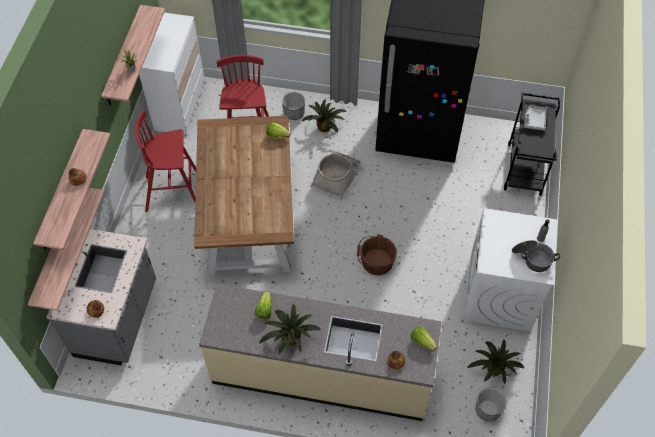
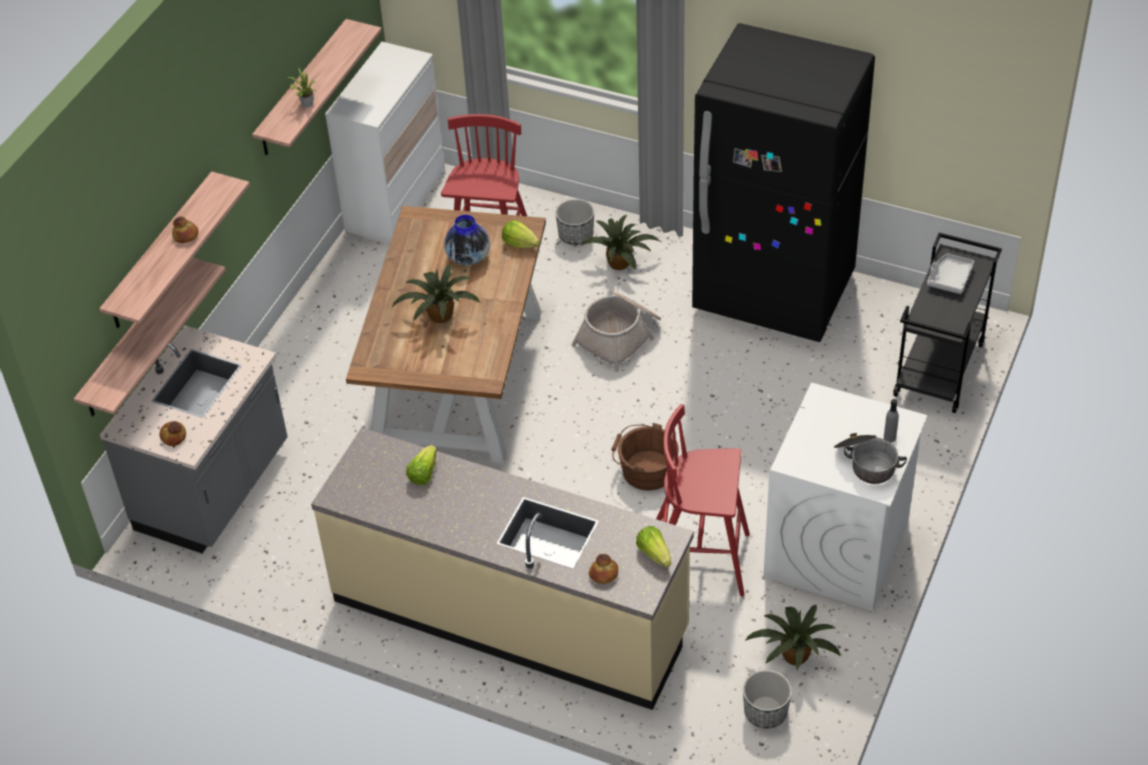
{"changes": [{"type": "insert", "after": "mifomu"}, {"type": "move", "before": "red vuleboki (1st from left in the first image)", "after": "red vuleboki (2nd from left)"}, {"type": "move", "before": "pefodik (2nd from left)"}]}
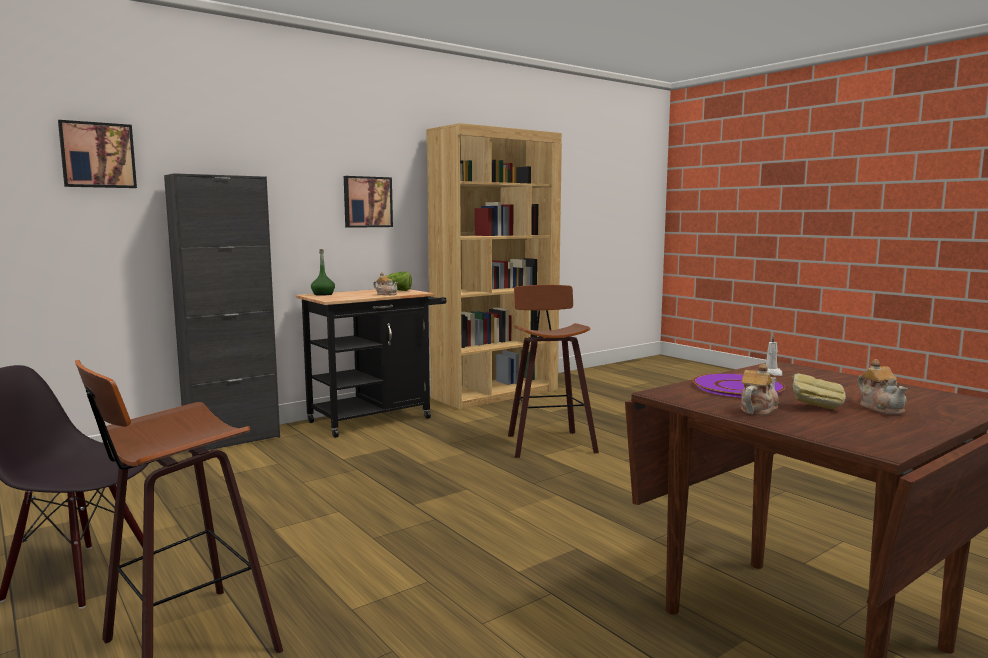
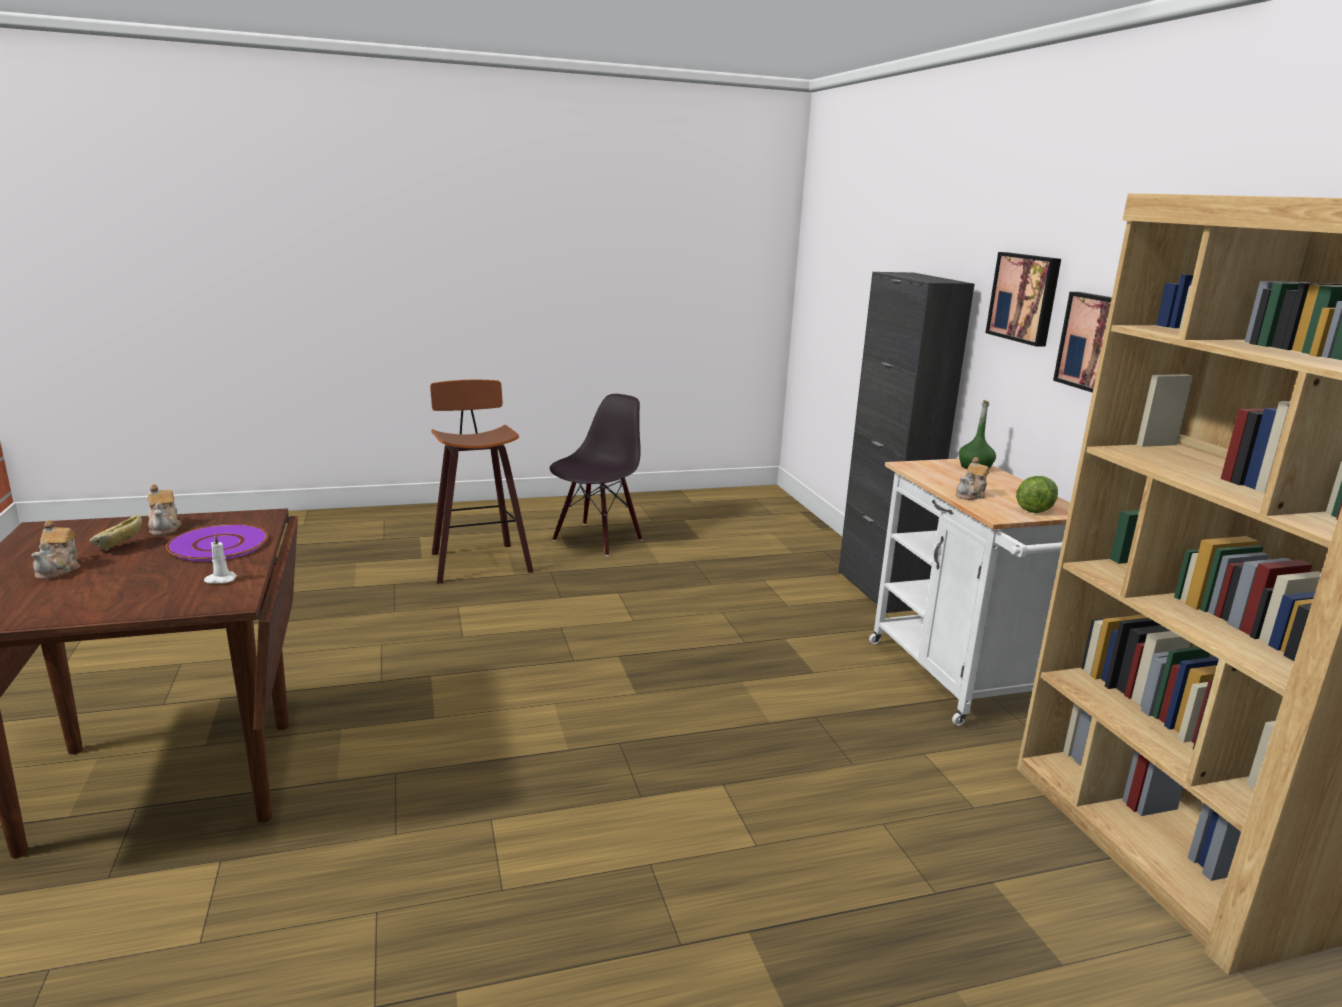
{"changes": [{"type": "delete", "before": "vuleboki (2nd from left)"}, {"type": "move", "before": "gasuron (1st from left)"}, {"type": "recolor", "before": "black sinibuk", "after": "white sinibuk"}, {"type": "rotate", "before": "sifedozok (3rd from left in the first image)", "turn": -105}]}
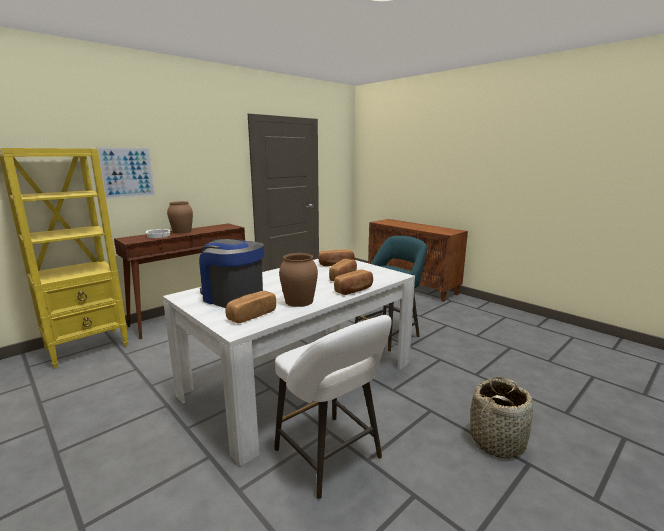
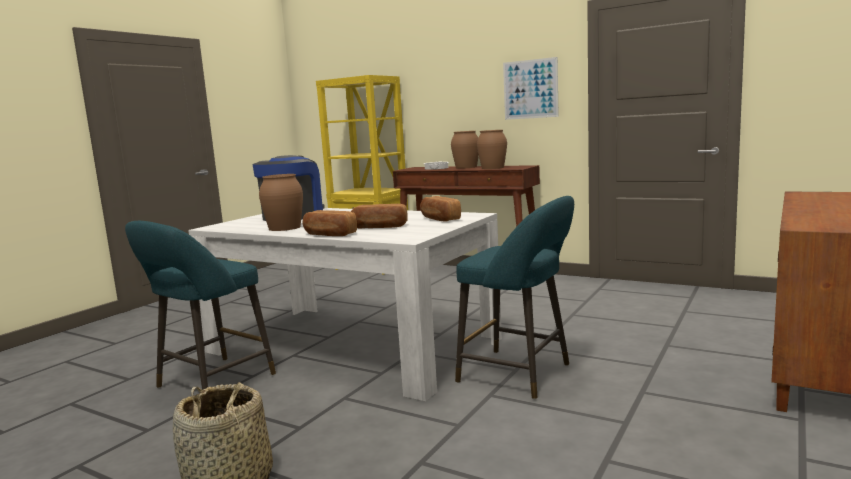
{"changes": [{"type": "delete", "before": "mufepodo (1st from left)"}, {"type": "insert", "after": "brown mifomu (3rd from left)"}, {"type": "move", "before": "gasuron"}, {"type": "recolor", "before": "white vuleboki", "after": "turquoise vuleboki (1st from left)"}]}
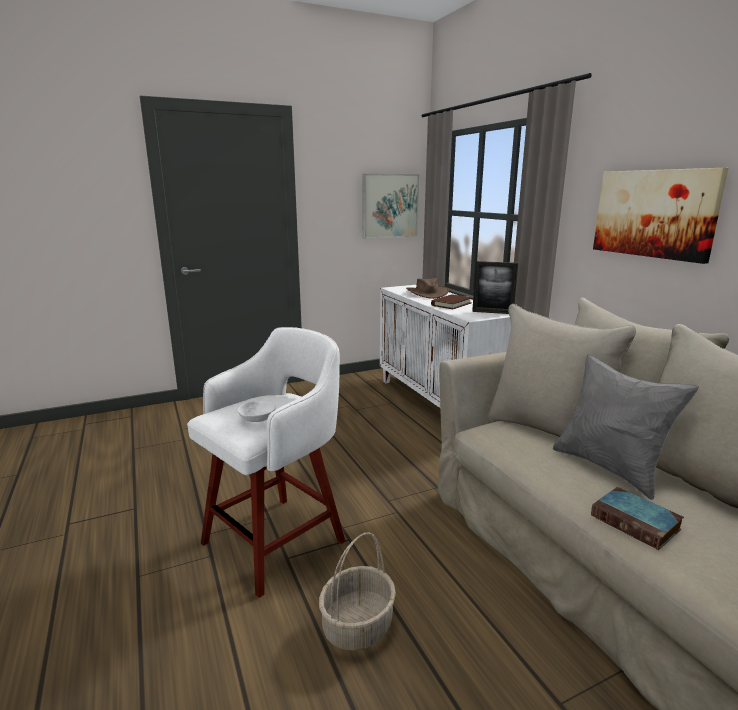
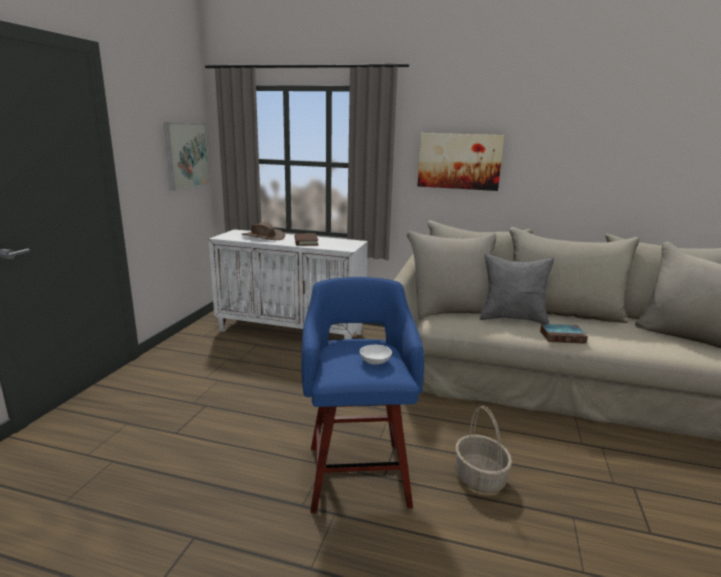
{"changes": [{"type": "delete", "before": "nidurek"}, {"type": "recolor", "before": "white vuleboki", "after": "blue vuleboki"}]}
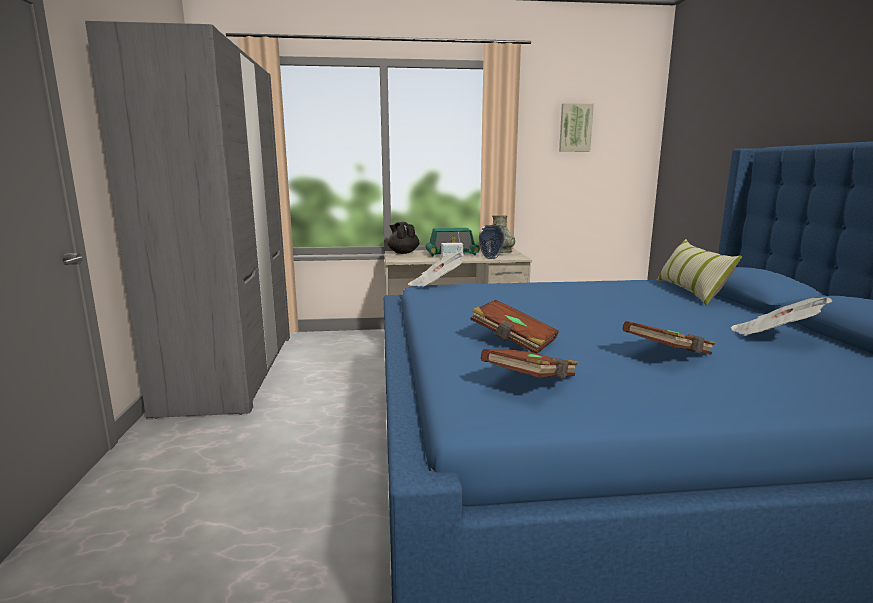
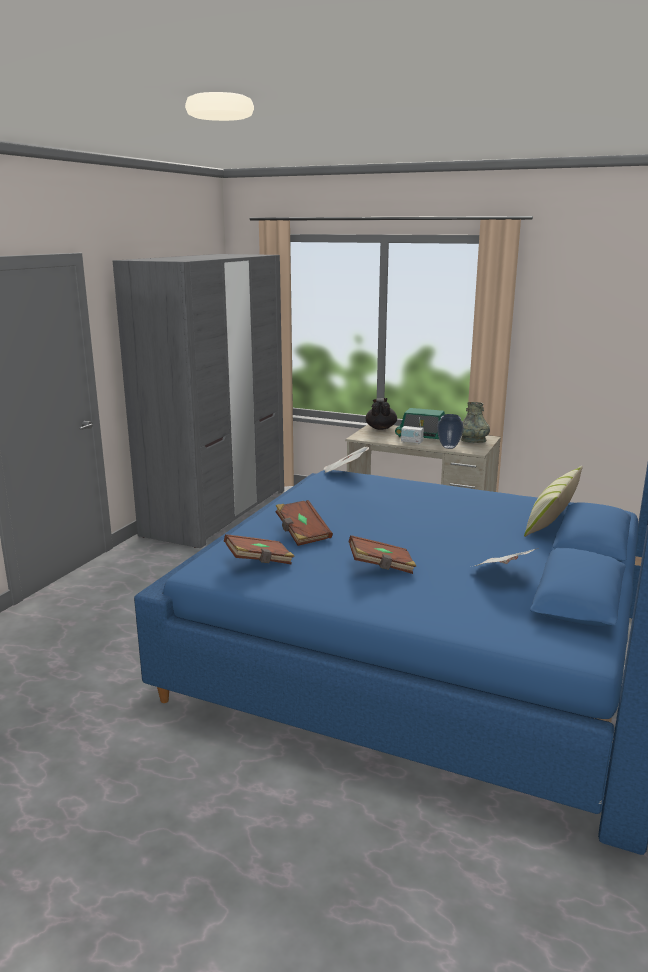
{"changes": [{"type": "delete", "before": "gasuron"}]}
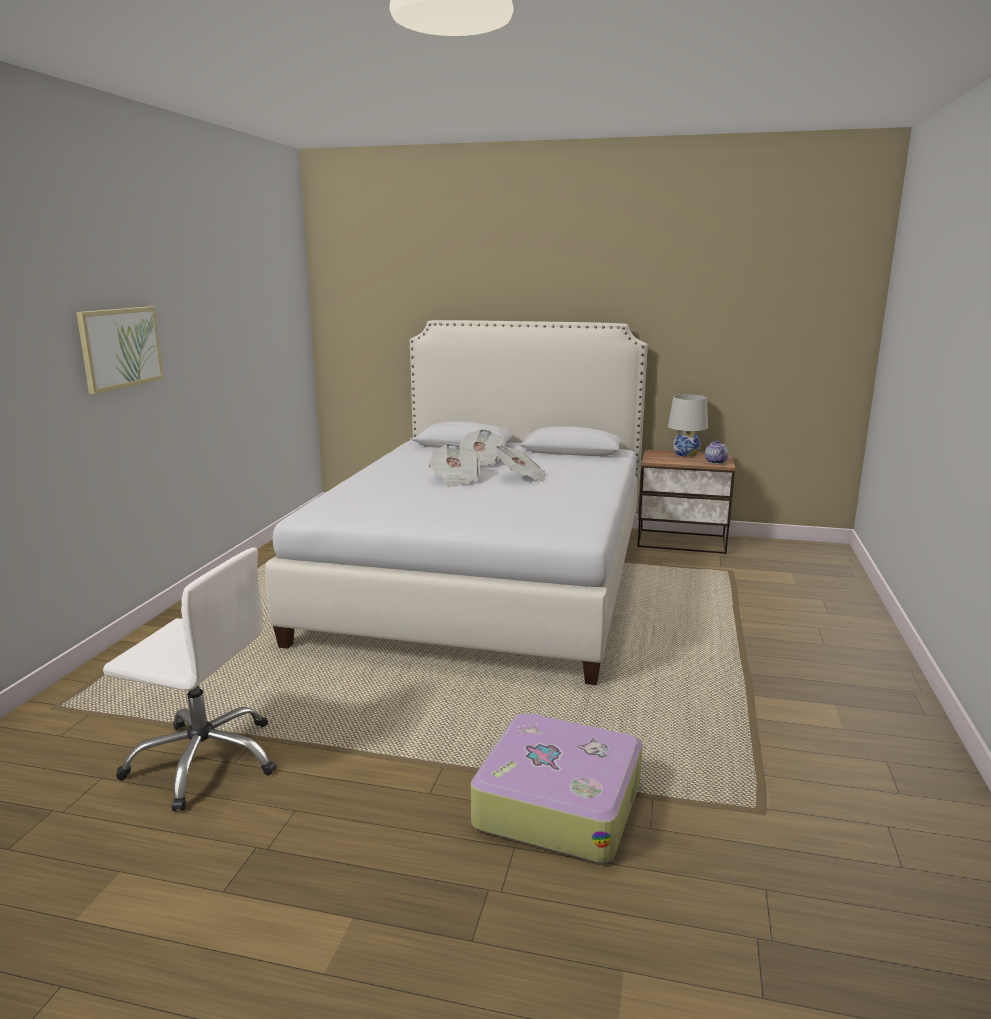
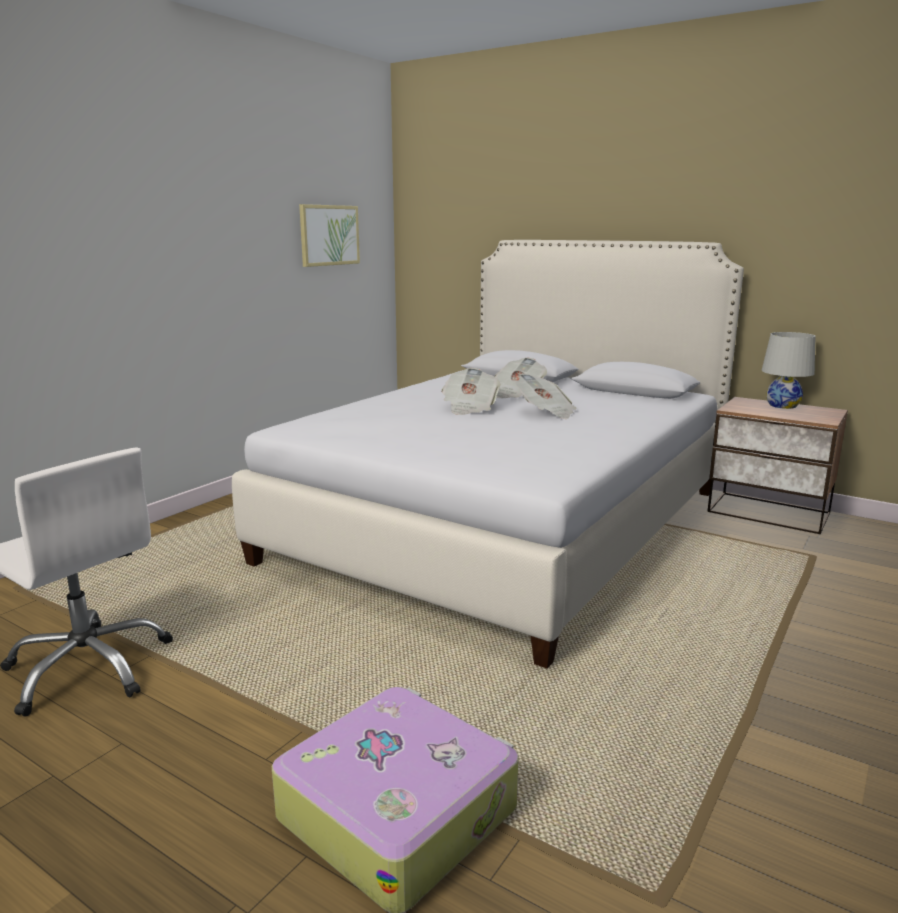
{"changes": [{"type": "delete", "before": "sifedozok"}, {"type": "move", "before": "gasuron"}]}
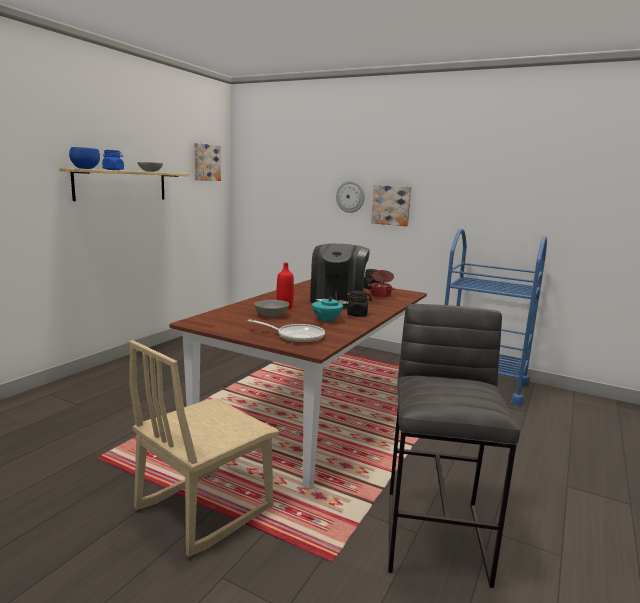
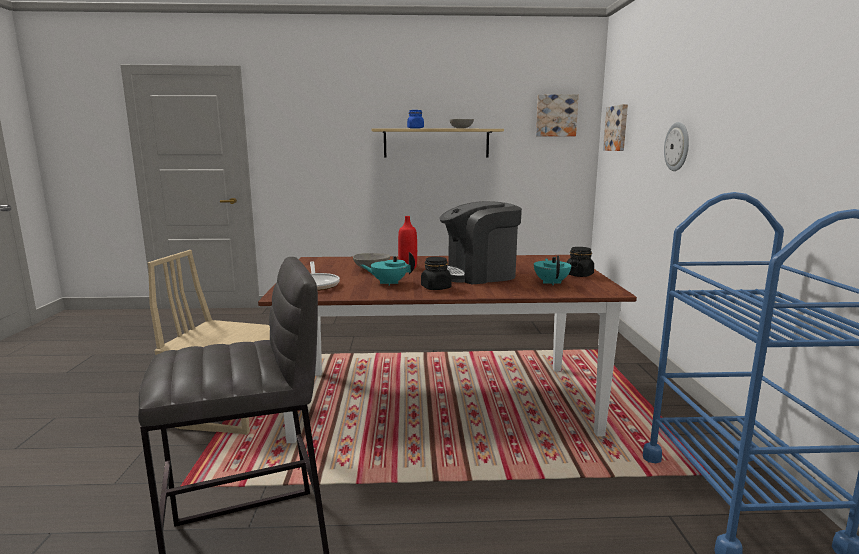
{"changes": [{"type": "delete", "before": "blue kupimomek"}, {"type": "move", "before": "gasuron (2nd from left)"}, {"type": "replace", "before": "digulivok", "after": "turquoise sifedozok (2nd from left)"}]}
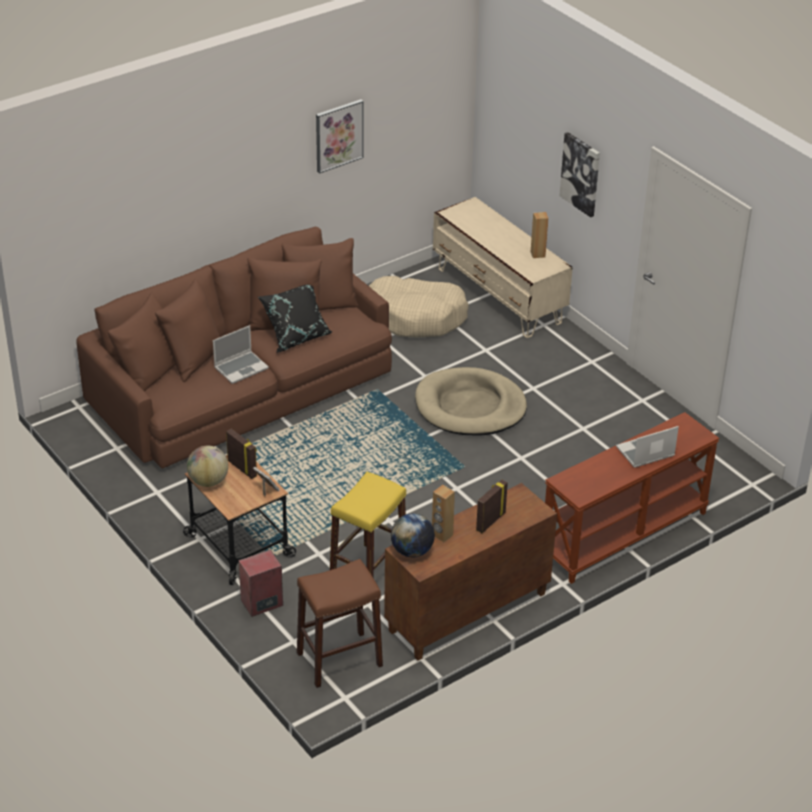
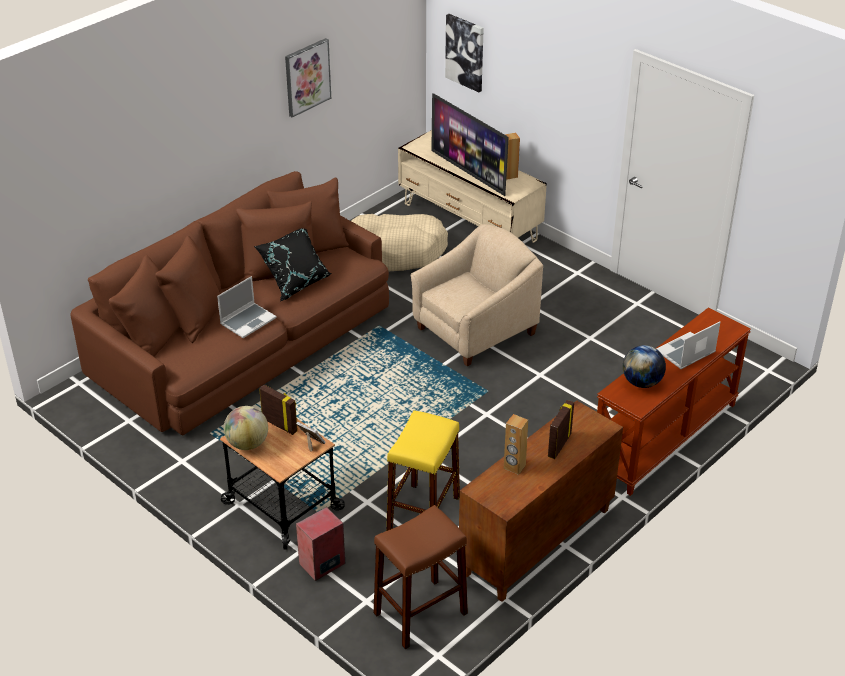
{"changes": [{"type": "insert", "after": "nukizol"}, {"type": "move", "before": "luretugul (2nd from left)"}, {"type": "move", "before": "gasuron (2nd from left)"}, {"type": "replace", "before": "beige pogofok (2nd from left)", "after": "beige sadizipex"}]}
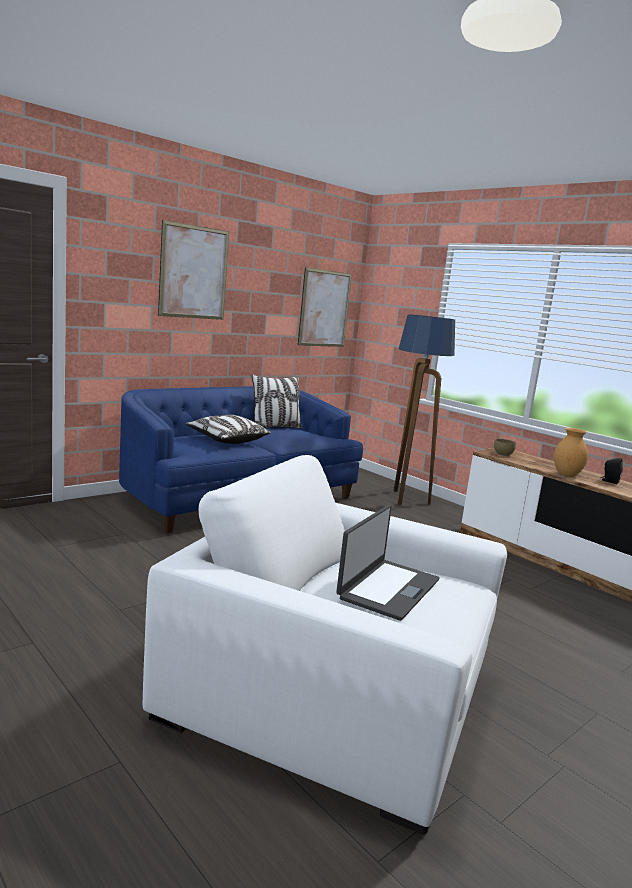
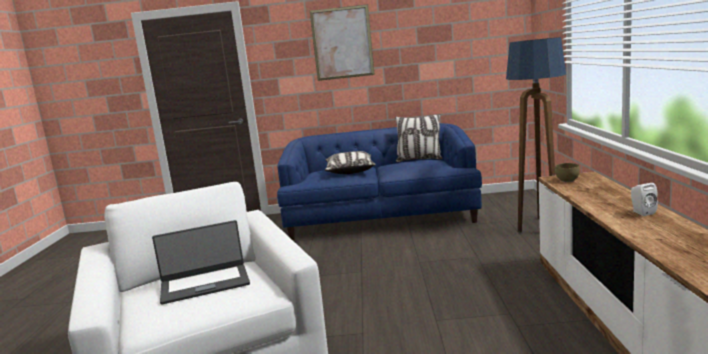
{"changes": [{"type": "delete", "before": "gasuron (2nd from left)"}, {"type": "delete", "before": "brown mifomu"}, {"type": "recolor", "before": "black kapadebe", "after": "white kapadebe"}]}
